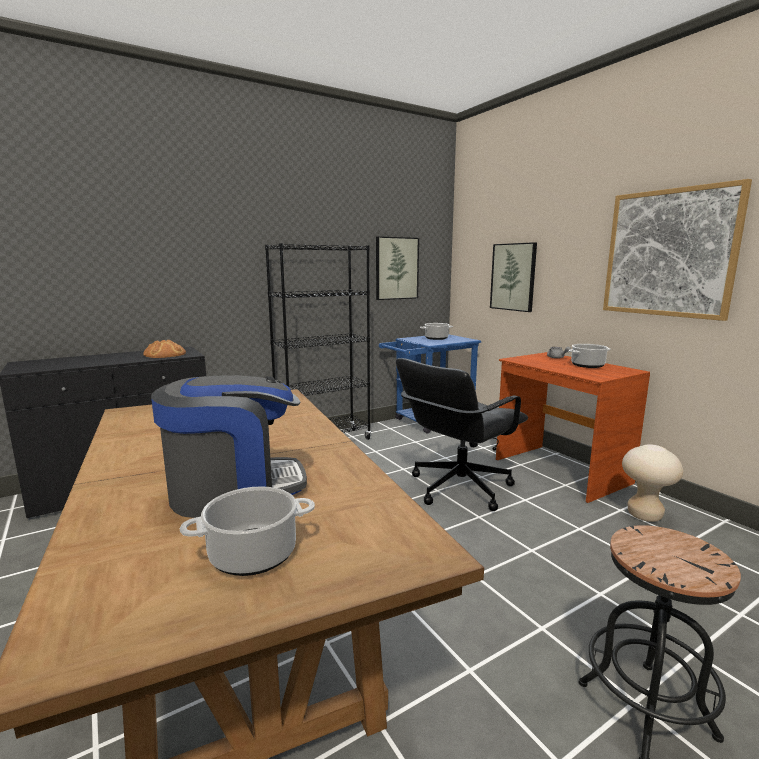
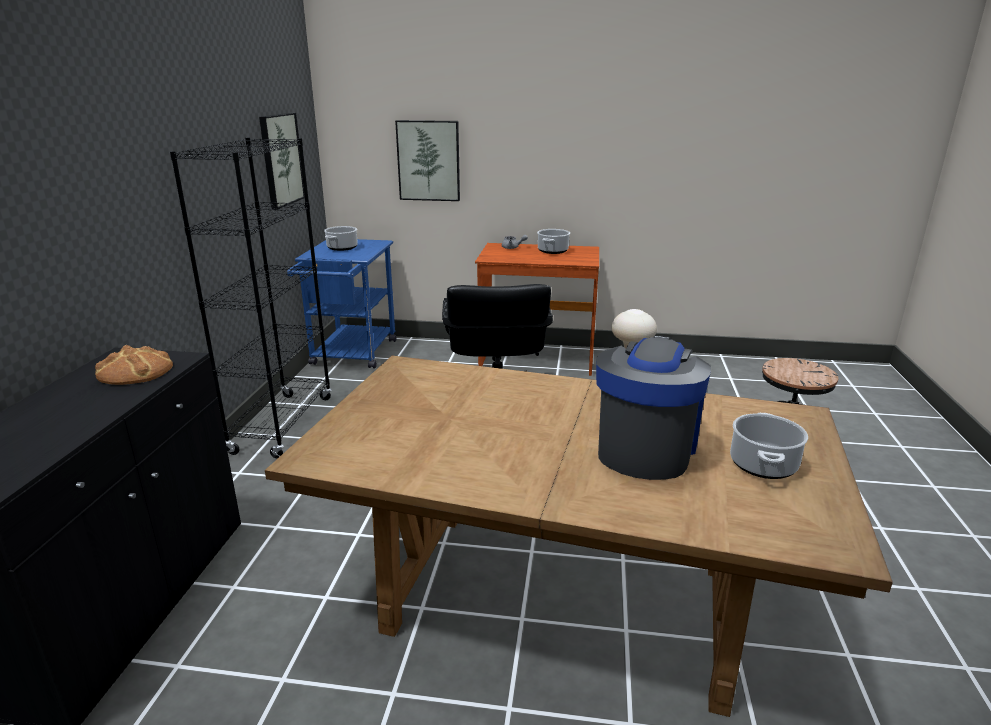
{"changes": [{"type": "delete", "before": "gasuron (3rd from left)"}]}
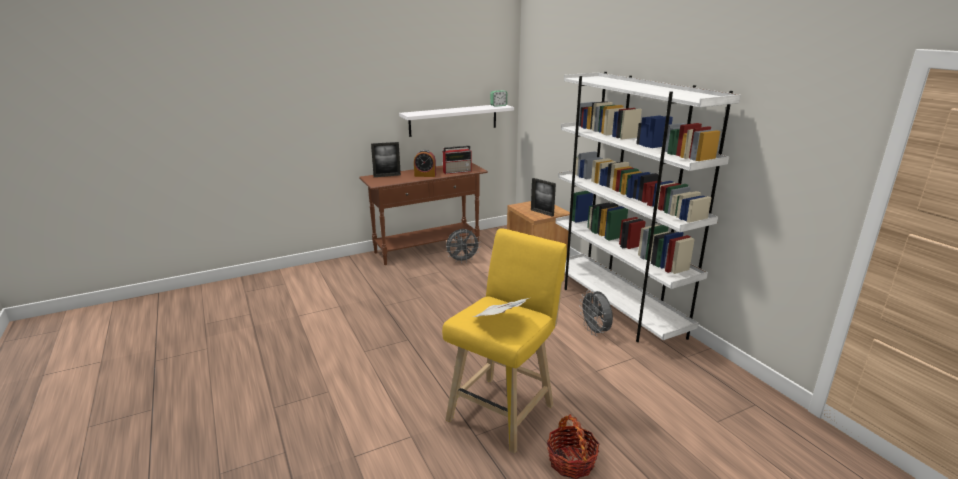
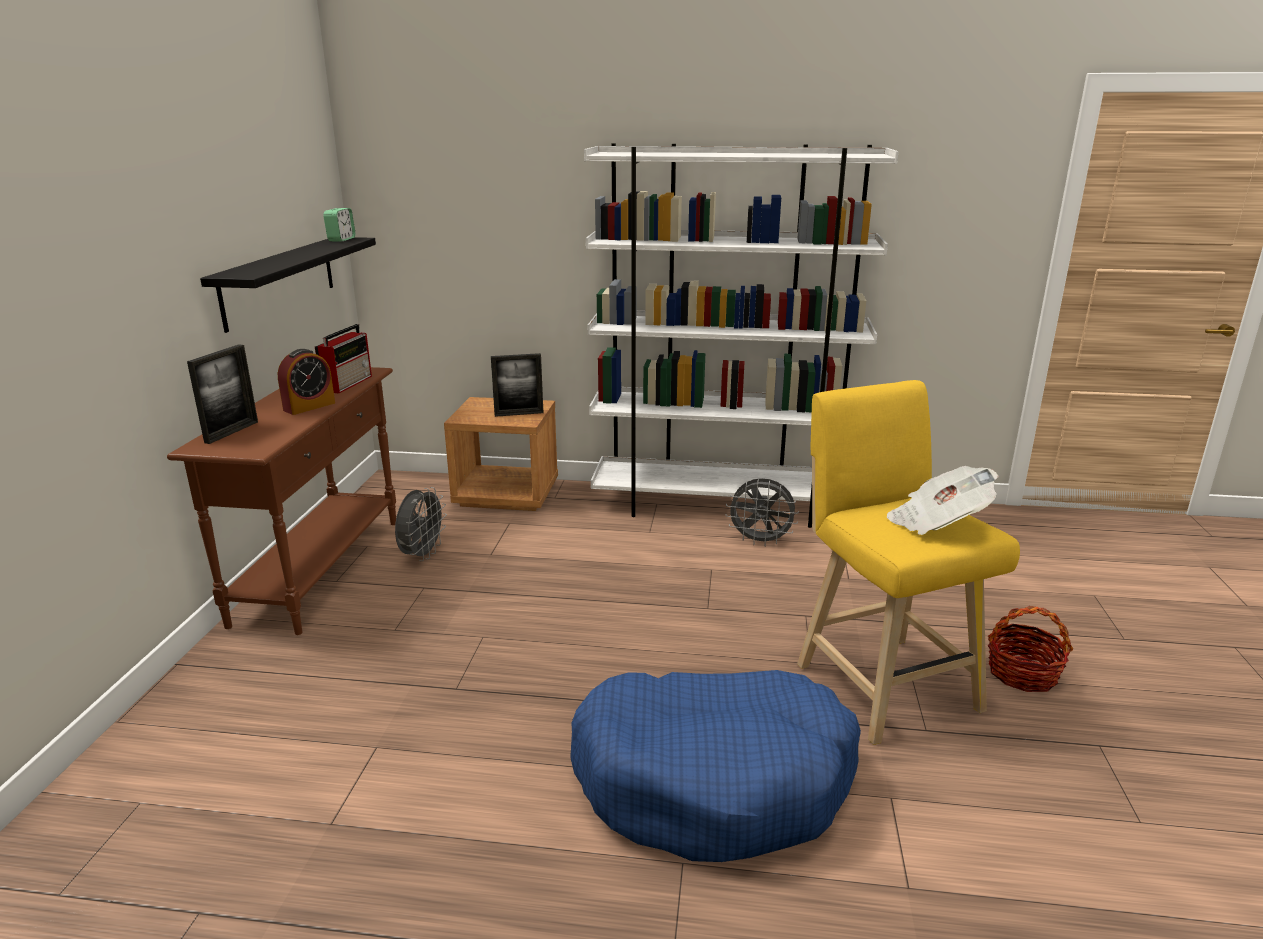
{"changes": [{"type": "insert", "after": "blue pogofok"}, {"type": "recolor", "before": "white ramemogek", "after": "black ramemogek"}]}
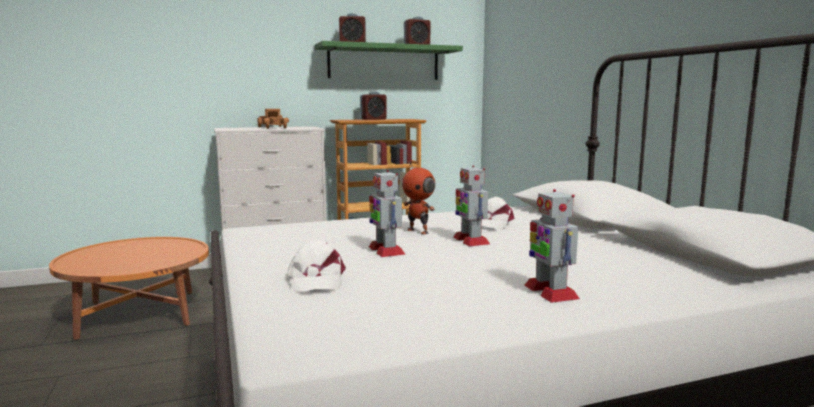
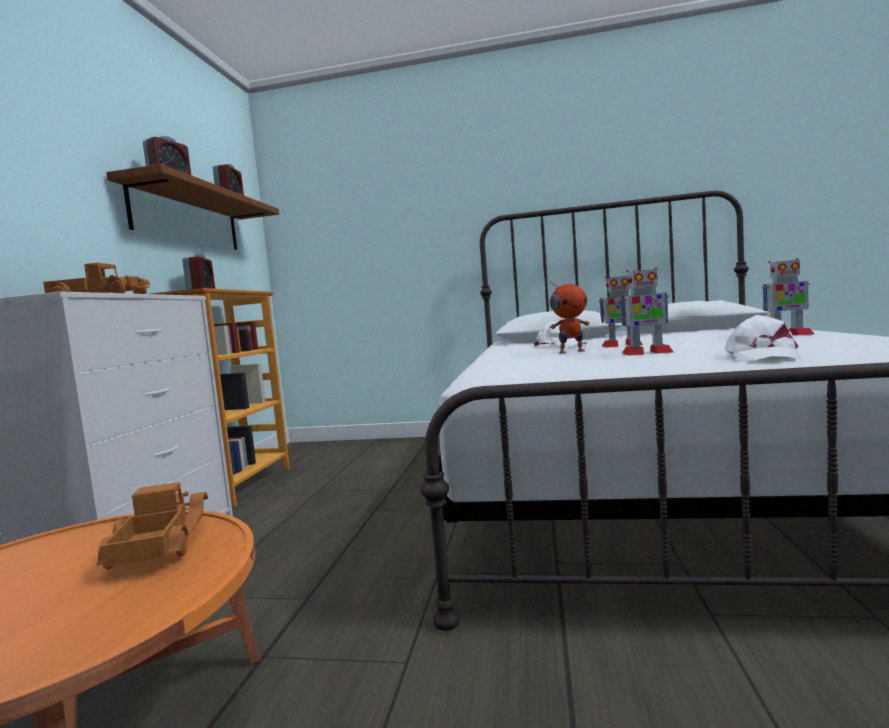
{"changes": [{"type": "insert", "after": "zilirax (2nd from left)"}, {"type": "recolor", "before": "green ramemogek", "after": "brown ramemogek"}, {"type": "rotate", "before": "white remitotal (1st from left in the first image)", "turn": 90}]}
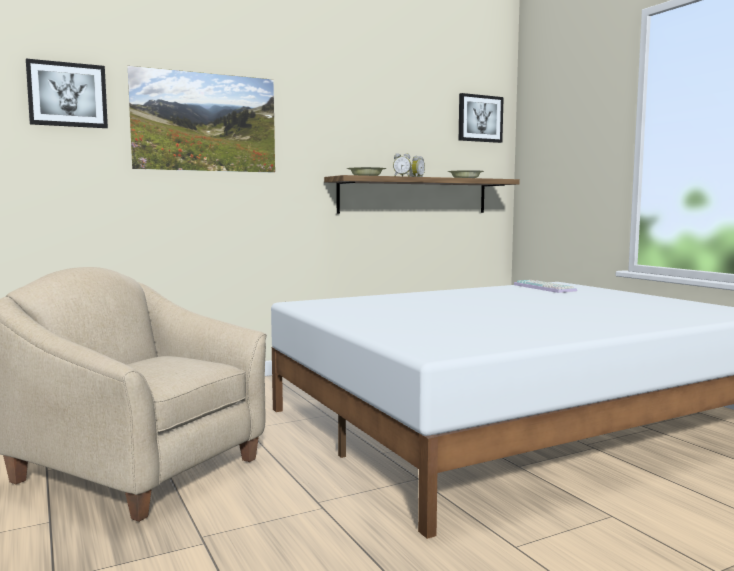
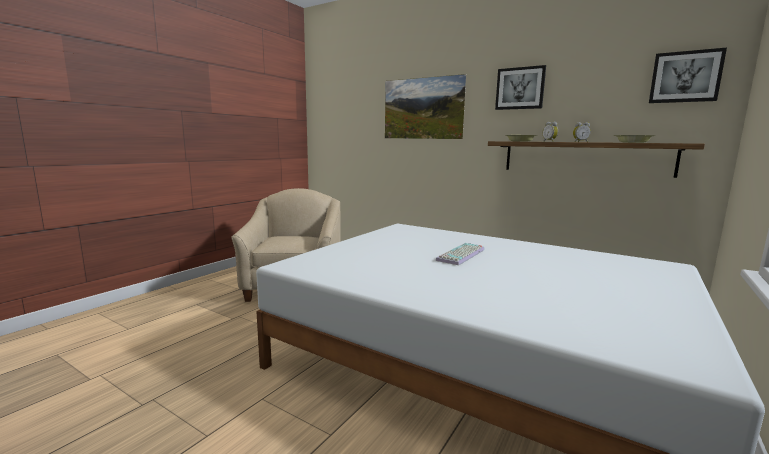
{"changes": [{"type": "move", "before": "gasuron (1st from left in the first image)", "after": "gasuron (2nd from left)"}, {"type": "move", "before": "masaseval"}]}
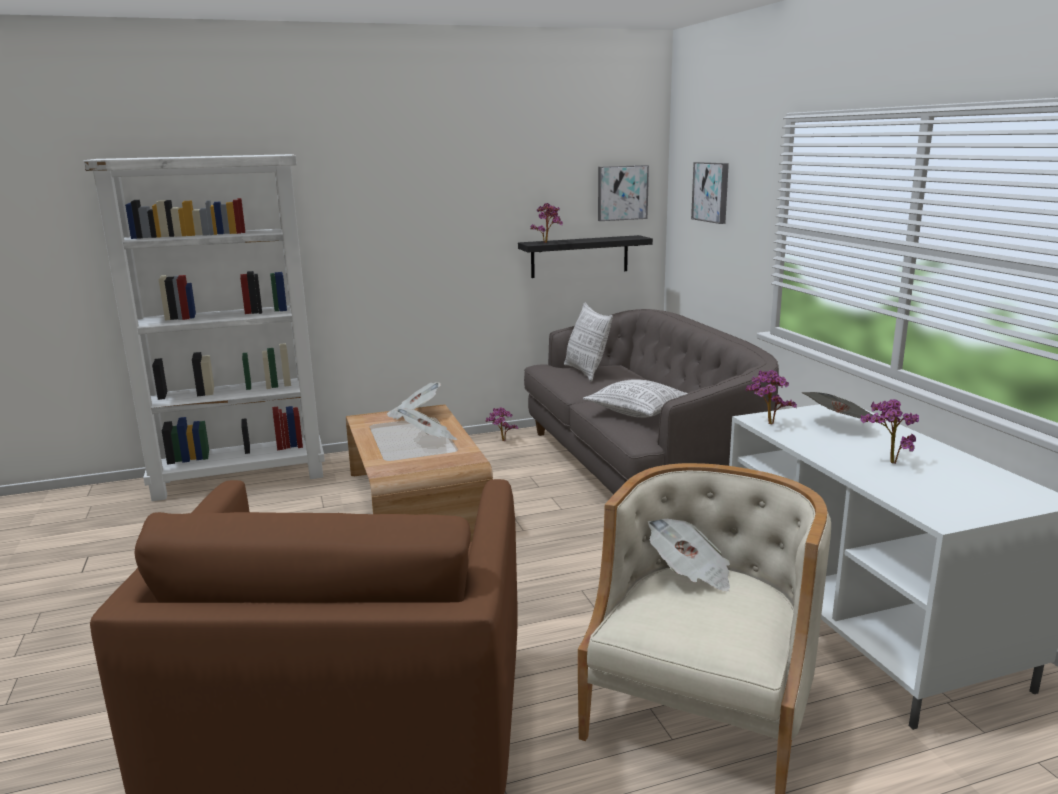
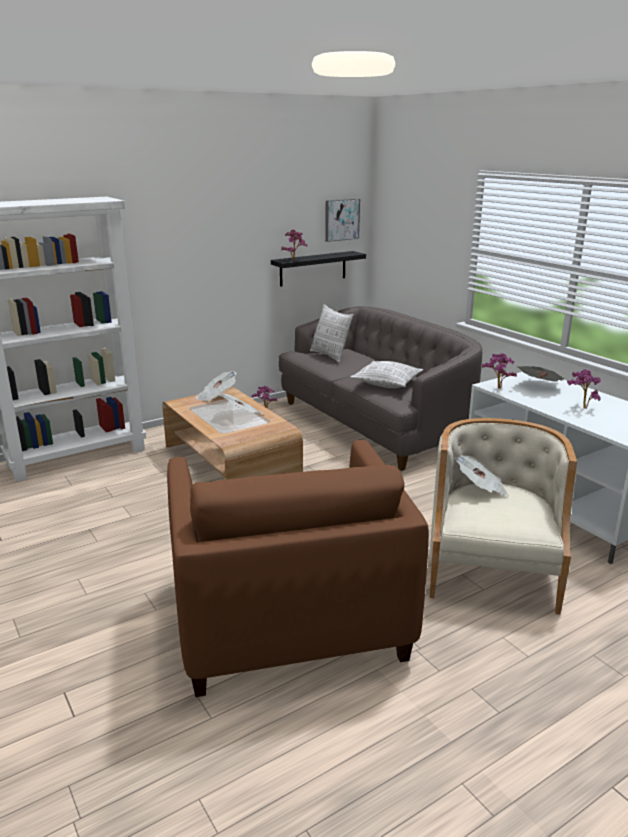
{"changes": [{"type": "delete", "before": "gasuron (2nd from left)"}]}
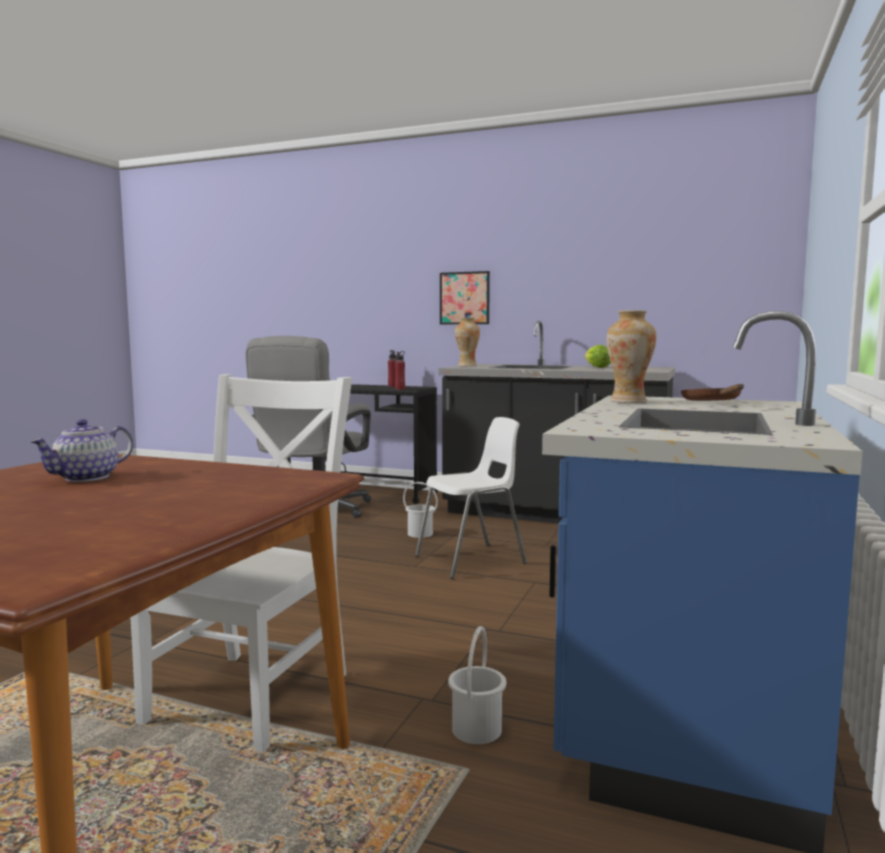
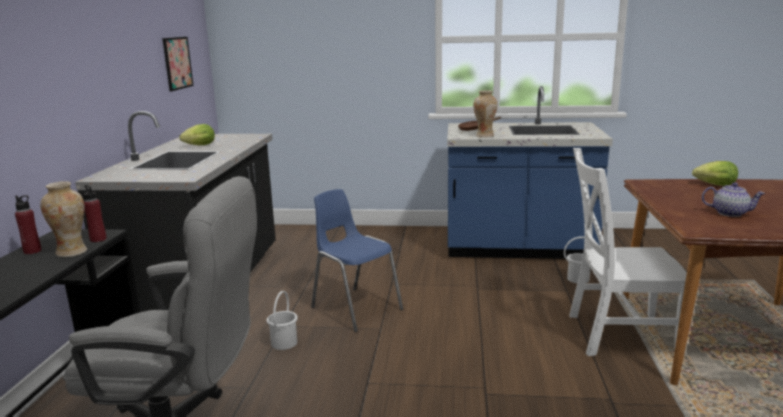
{"changes": [{"type": "insert", "after": "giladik (2nd from left)"}, {"type": "move", "before": "gasuron"}, {"type": "move", "before": "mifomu (1st from left)"}, {"type": "recolor", "before": "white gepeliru (2nd from left)", "after": "blue gepeliru"}]}
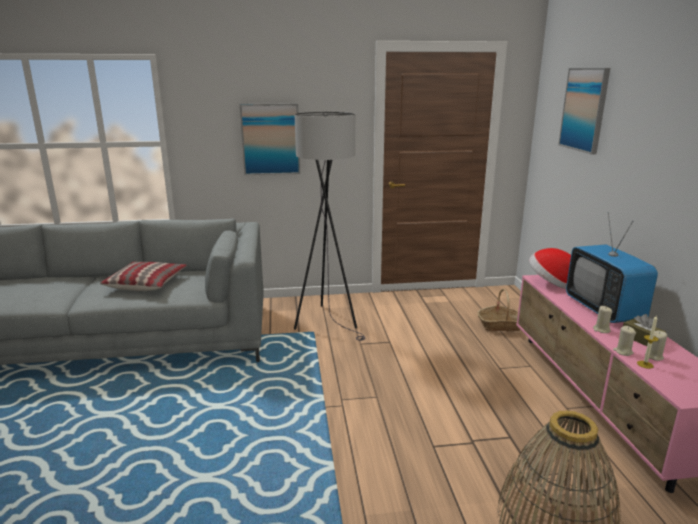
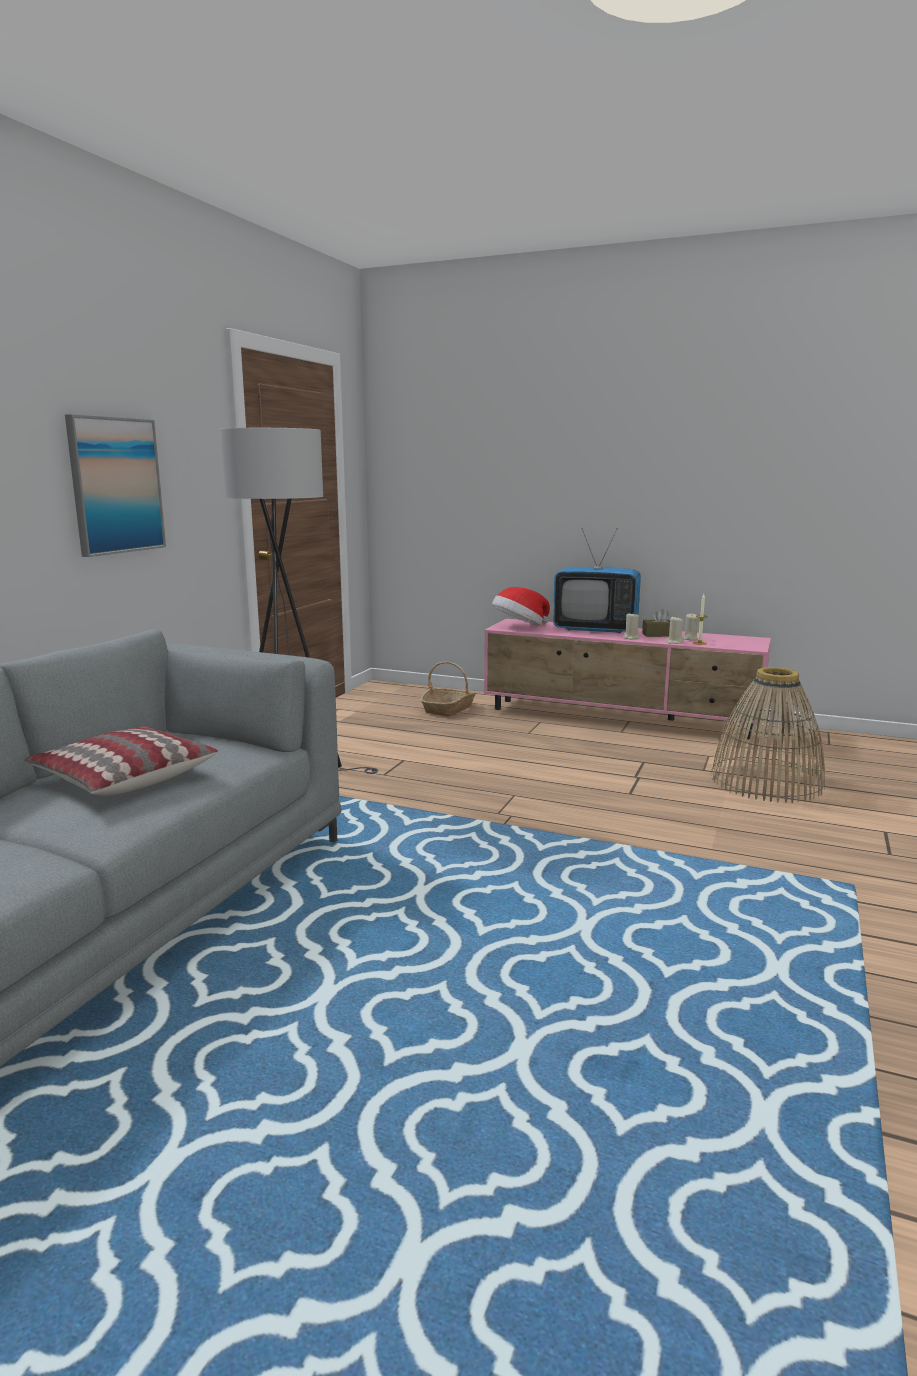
{"changes": [{"type": "delete", "before": "gasuron (2nd from left)"}]}
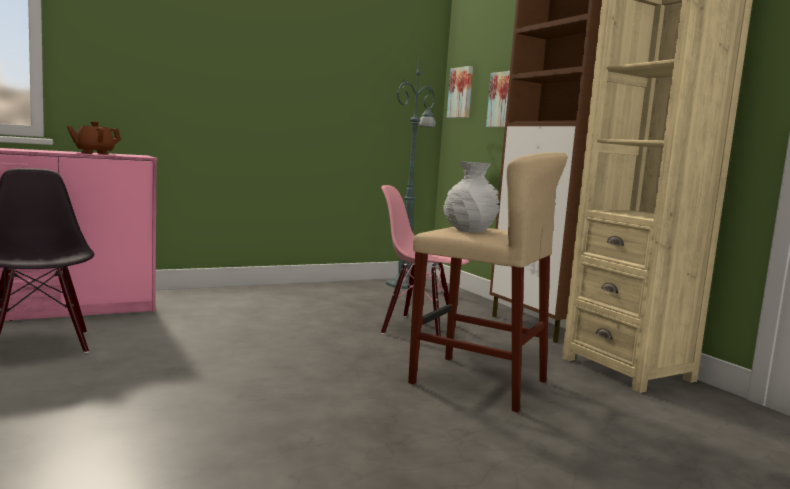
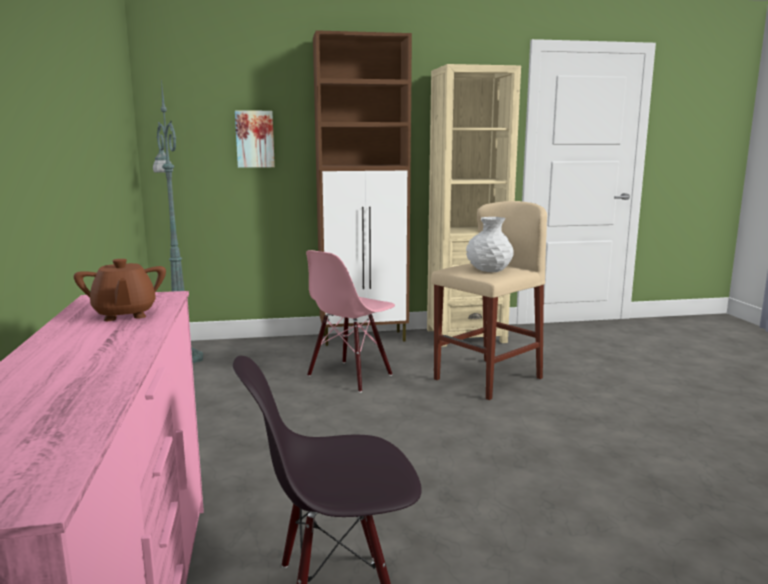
{"changes": [{"type": "delete", "before": "gasuron (1st from left)"}]}
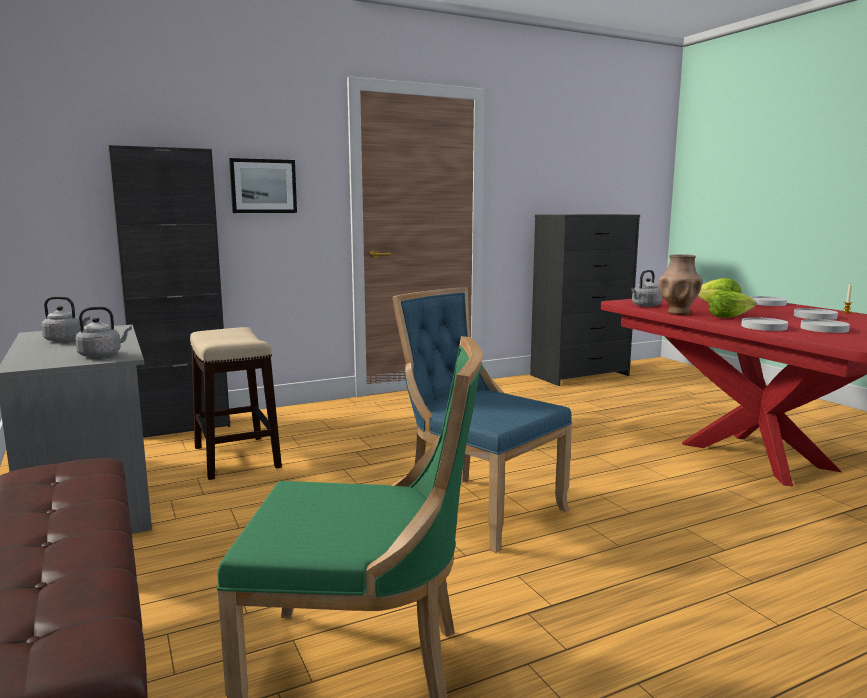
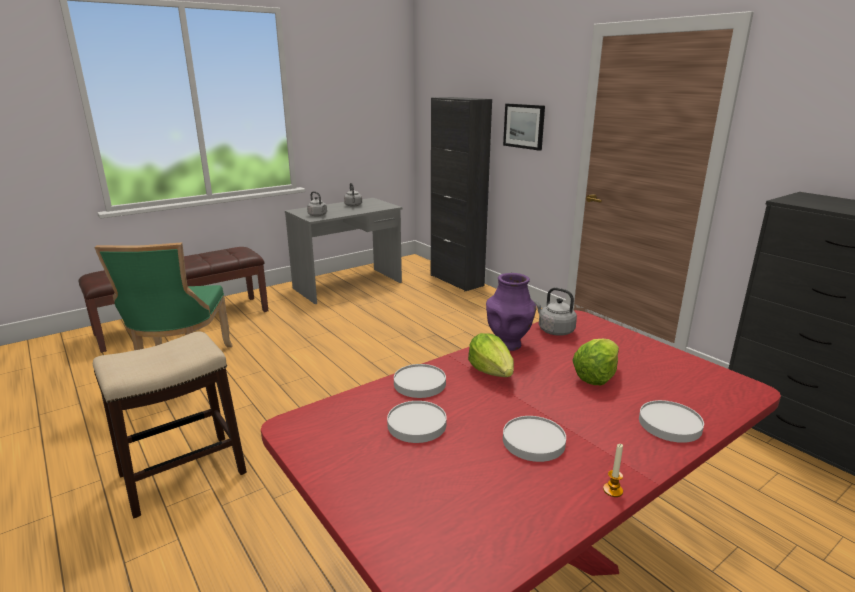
{"changes": [{"type": "delete", "before": "blue gepeliru"}, {"type": "move", "before": "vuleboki"}, {"type": "recolor", "before": "brown mifomu", "after": "purple mifomu"}]}
